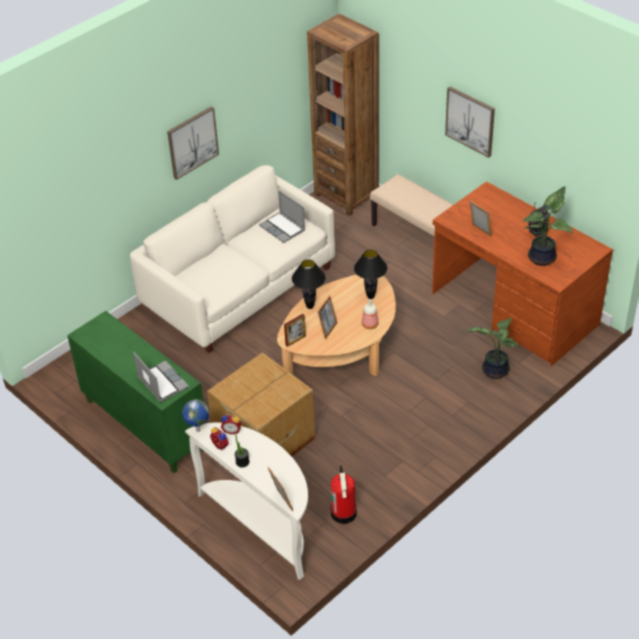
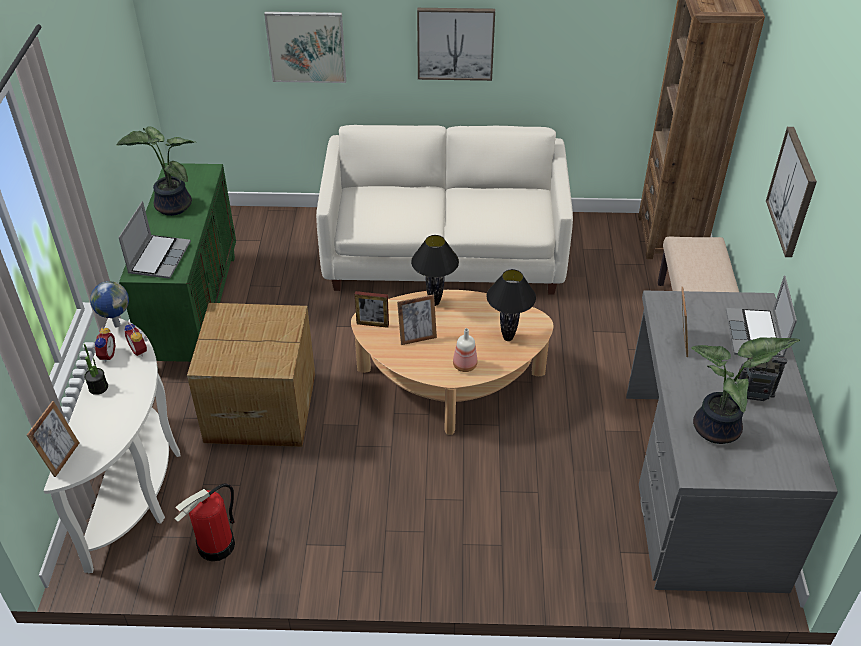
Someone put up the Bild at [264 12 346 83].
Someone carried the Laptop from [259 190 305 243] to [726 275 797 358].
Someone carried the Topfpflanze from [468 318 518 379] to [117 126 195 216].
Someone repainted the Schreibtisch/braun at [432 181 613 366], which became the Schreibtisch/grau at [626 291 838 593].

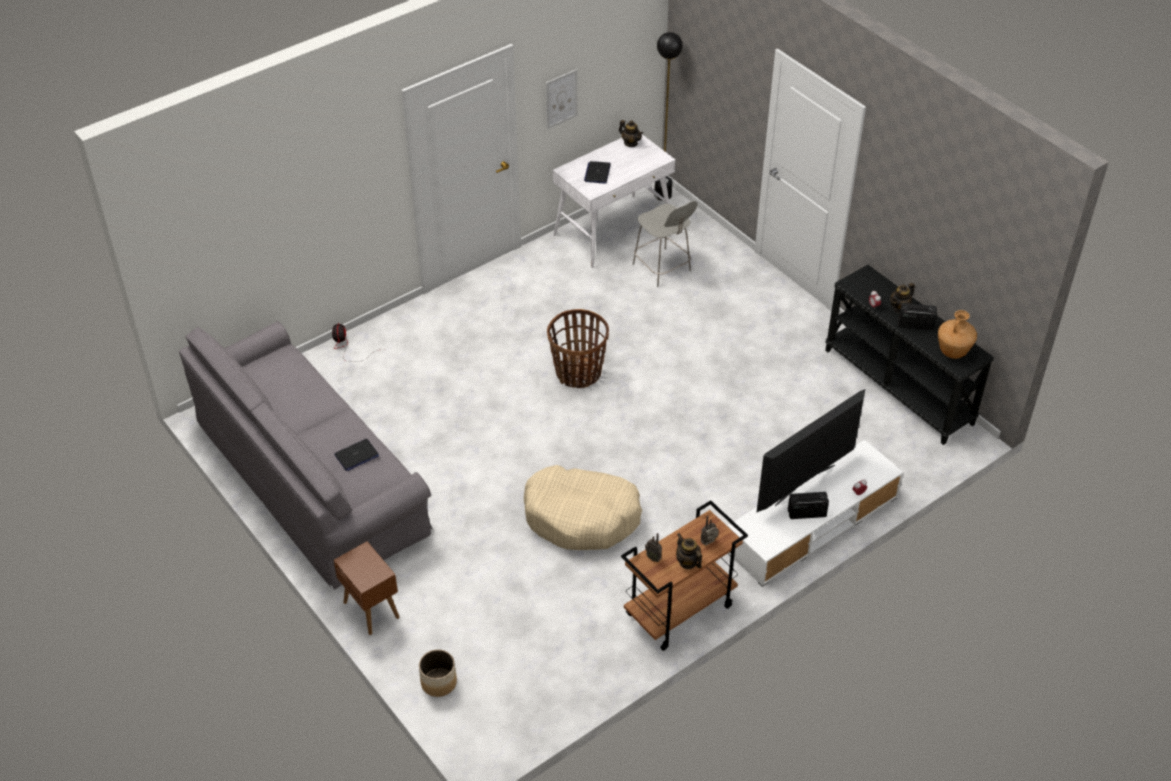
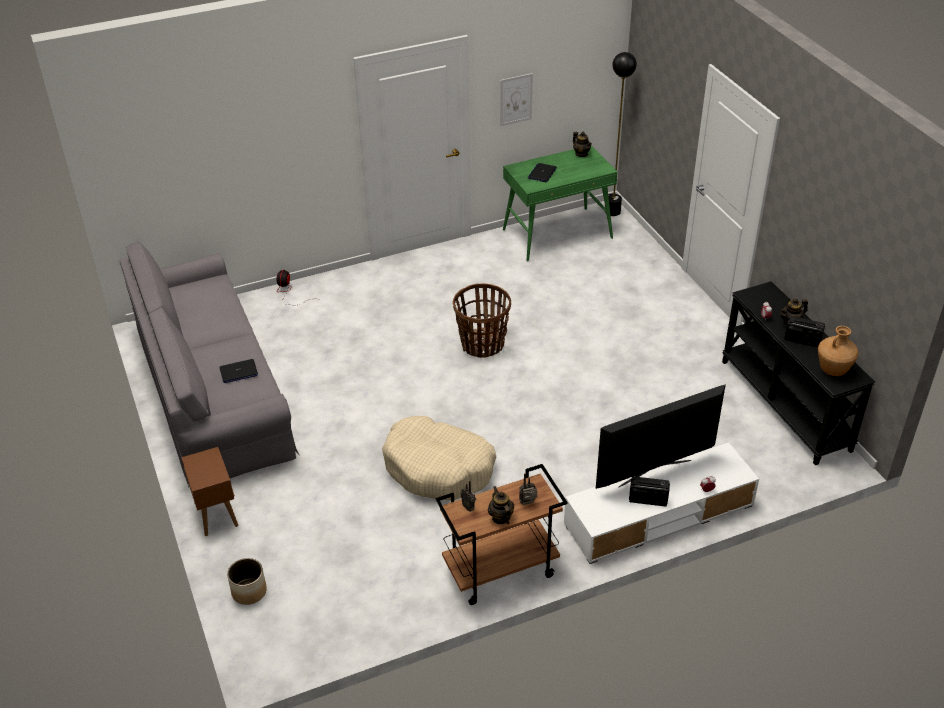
Someone took away the Stuhl/grau at [632 201 698 287].
Someone repainted the Schreibtisch/weiß at [553 135 675 268], which became the Schreibtisch/grün at [503 145 618 261].

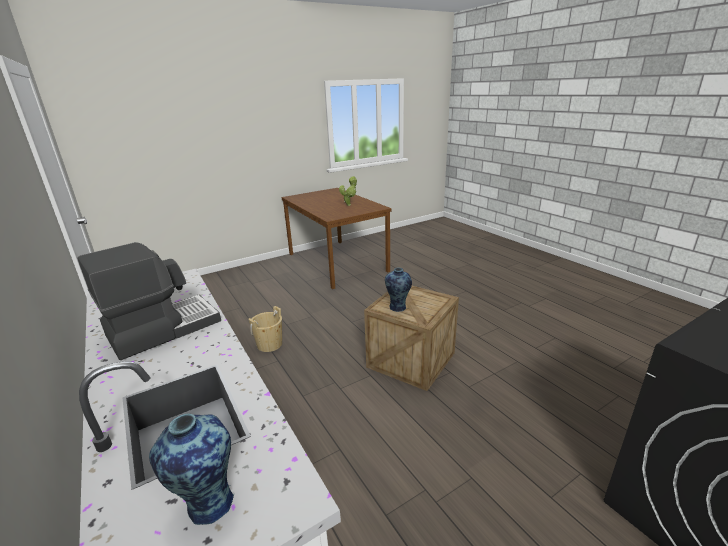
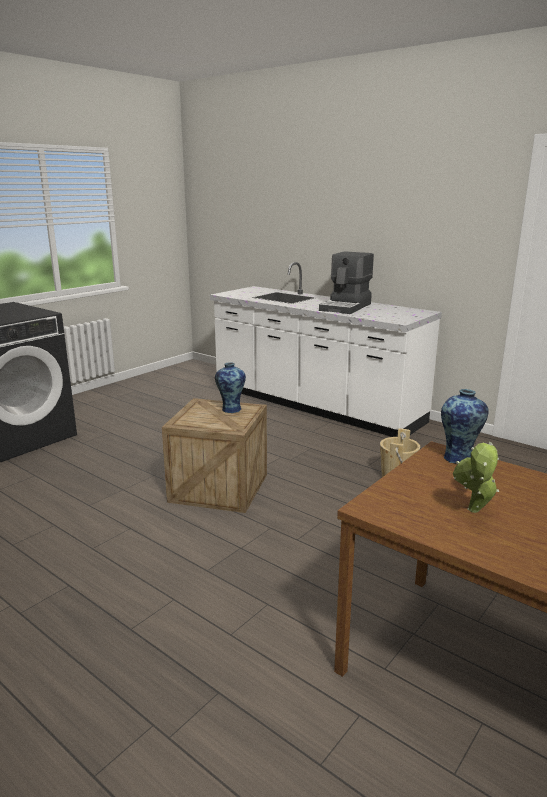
Someone carried the Vase from [149 414 234 525] to [441 389 489 464].

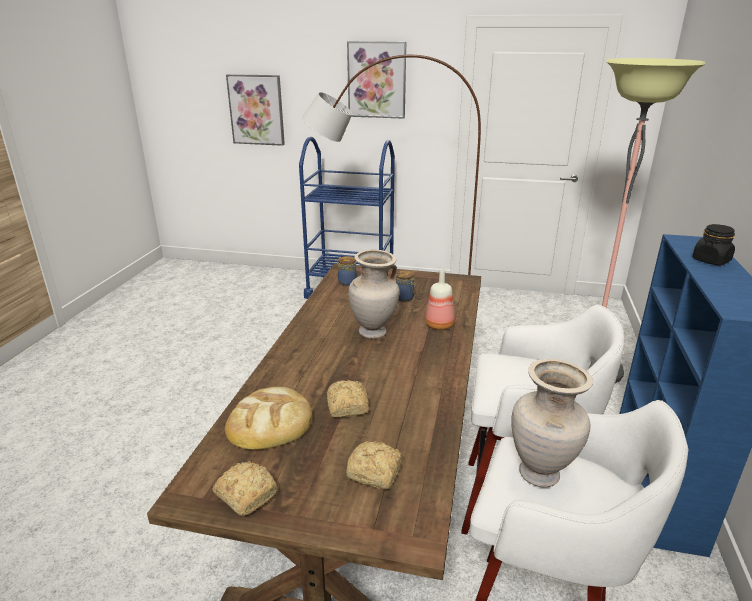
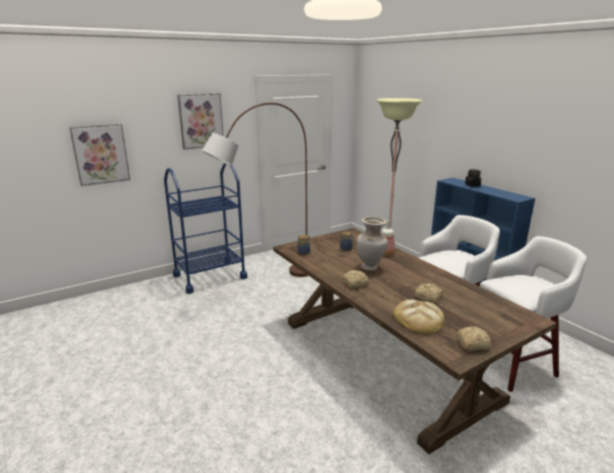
Someone took away the Vase/beige at [511 359 593 488].
Someone carried the Brot from [346 441 402 489] to [342 270 369 288].

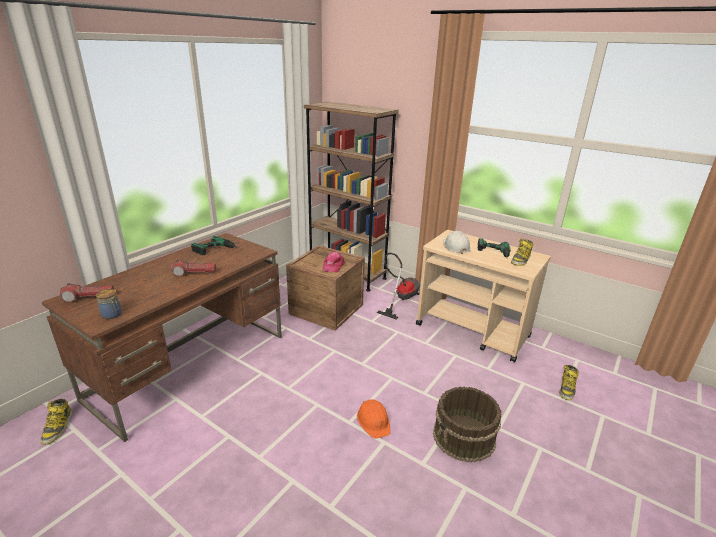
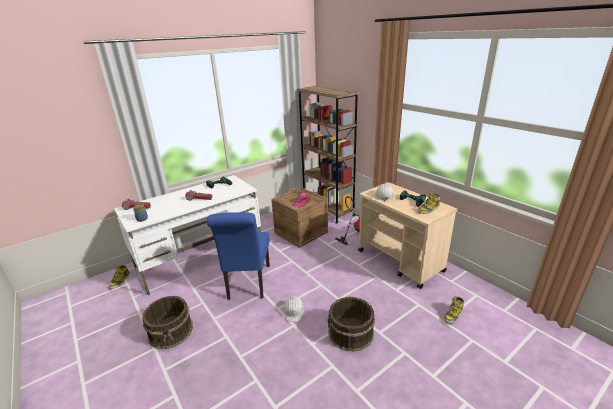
Someone put down the Eimer/braun at [142 296 193 349].
Someone put down the Stuhl/blau at [207 212 270 300].
Someone repainted the Schreibtisch/braun at [42 233 282 442], which became the Schreibtisch/weiß at [114 175 261 295].
Someone repainted the Schutzhelm/orange at [357 399 391 439], which became the Schutzhelm/weiß at [283 296 305 322].

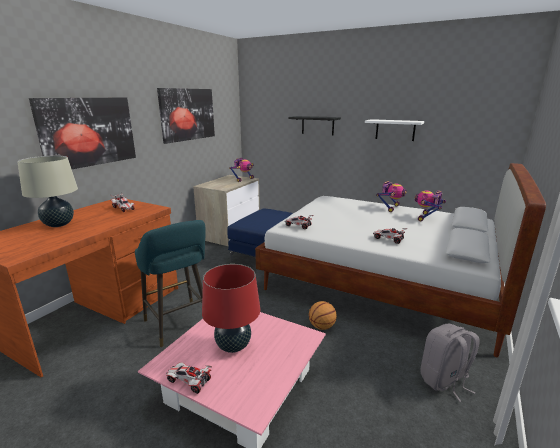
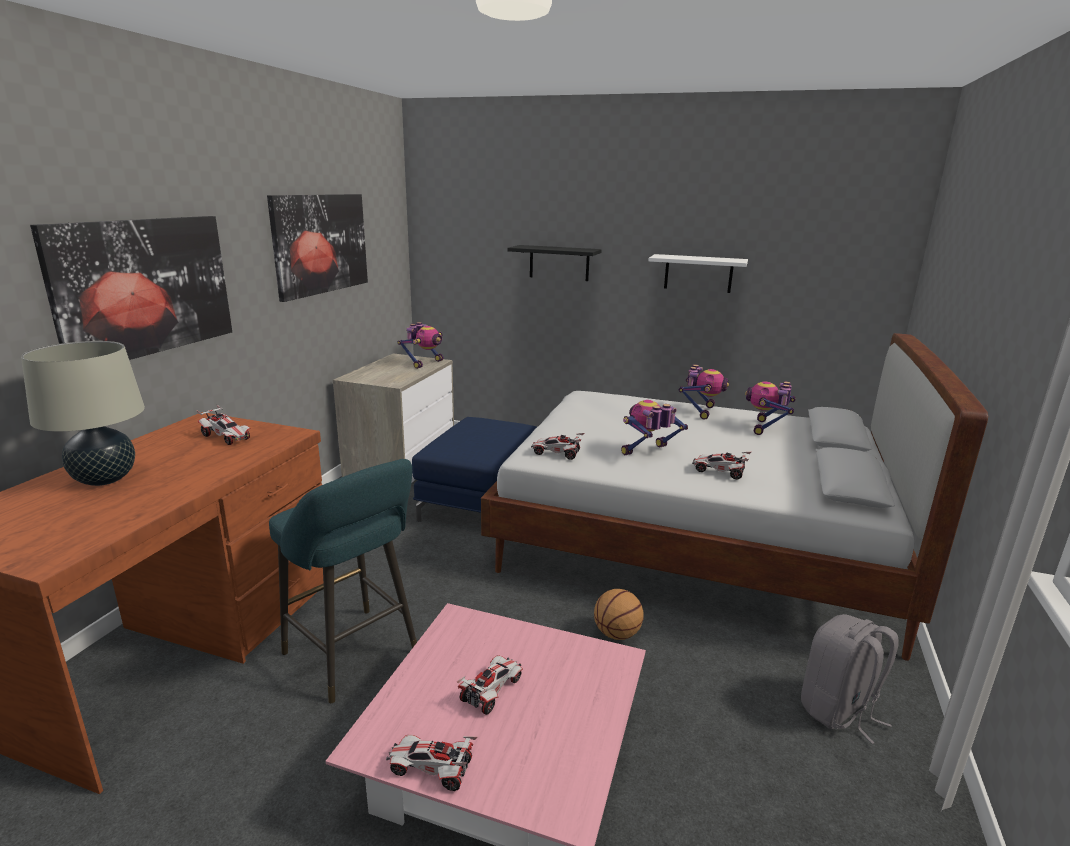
Someone put down the Spielzeugroboter at [621 400 688 455].
Someone swapped the Tischlampe/rot at [202 264 261 353] for the Spielzeugauto at [456 655 523 715].

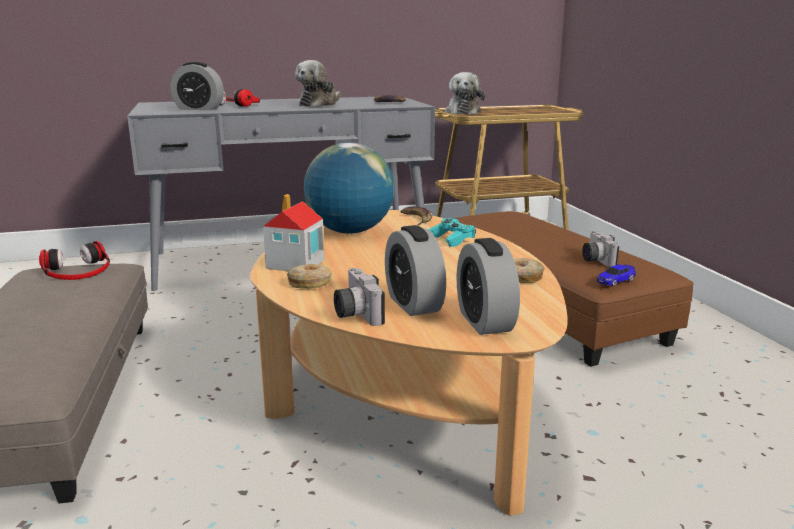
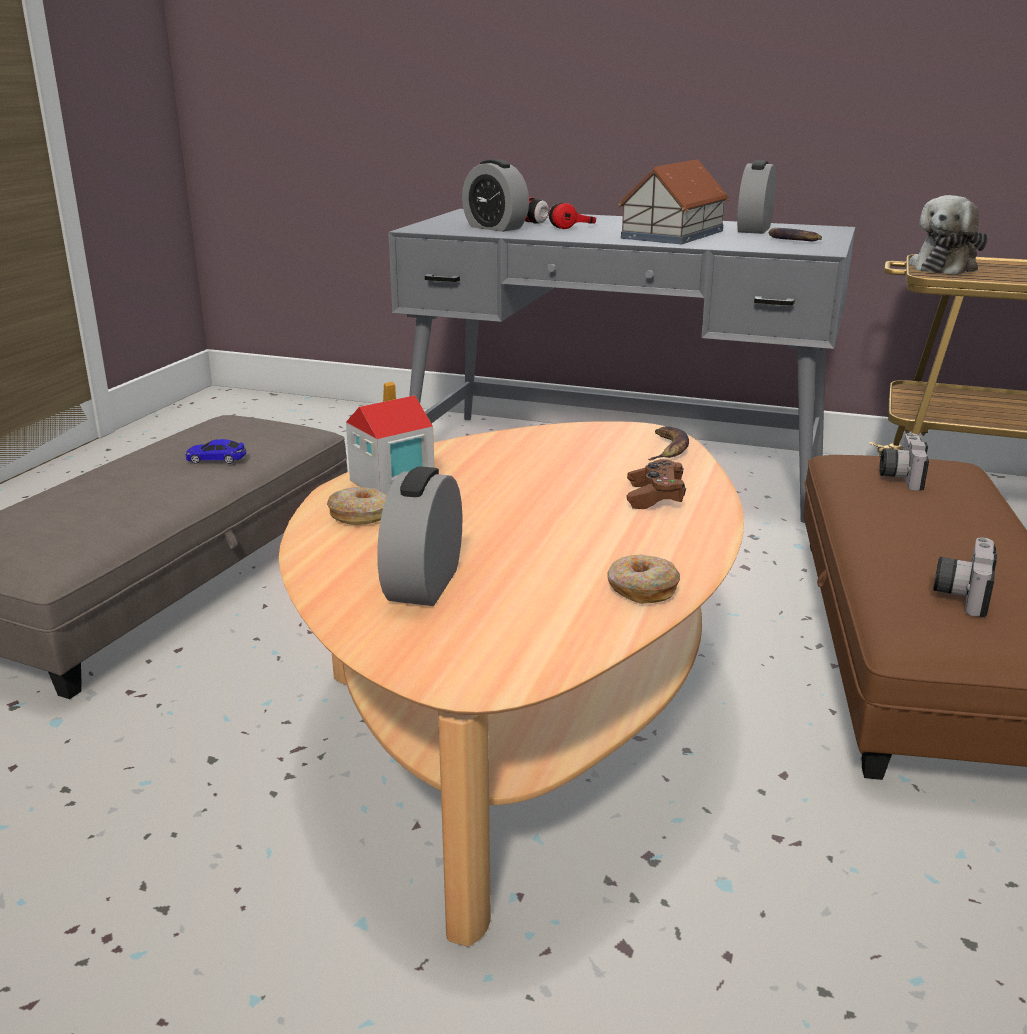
Someone took away the Kopfhörer at [39 241 110 280].
Someone took away the Globus at [304 142 394 234].
Someone carried the Kamera from [334 268 385 326] to [880 433 929 491].
Someone carried the Wecker from [457 238 520 335] to [737 160 776 234].
Someone carried the Spielzeugauto from [597 265 636 286] to [185 439 247 464].
Someone swapped the Plüschtier at [295 60 340 107] for the Spielzeughaus at [618 159 729 244].
Someone repainted the Gamepad/türkis at [429 218 476 247], which became the Gamepad/braun at [627 459 686 509].

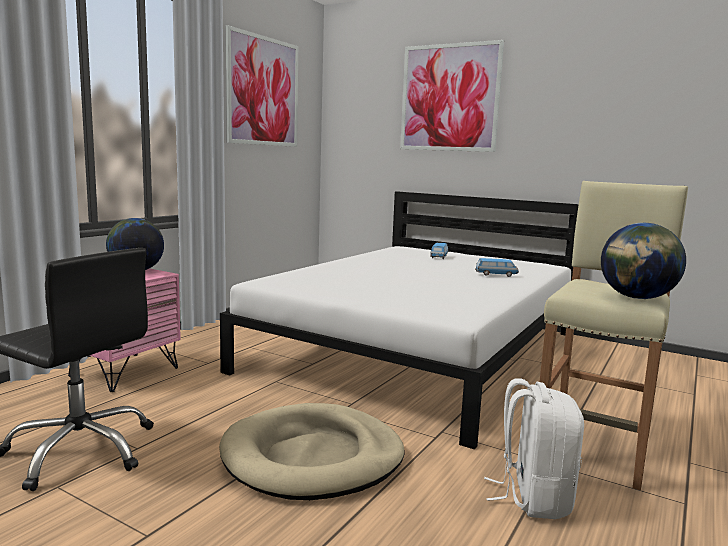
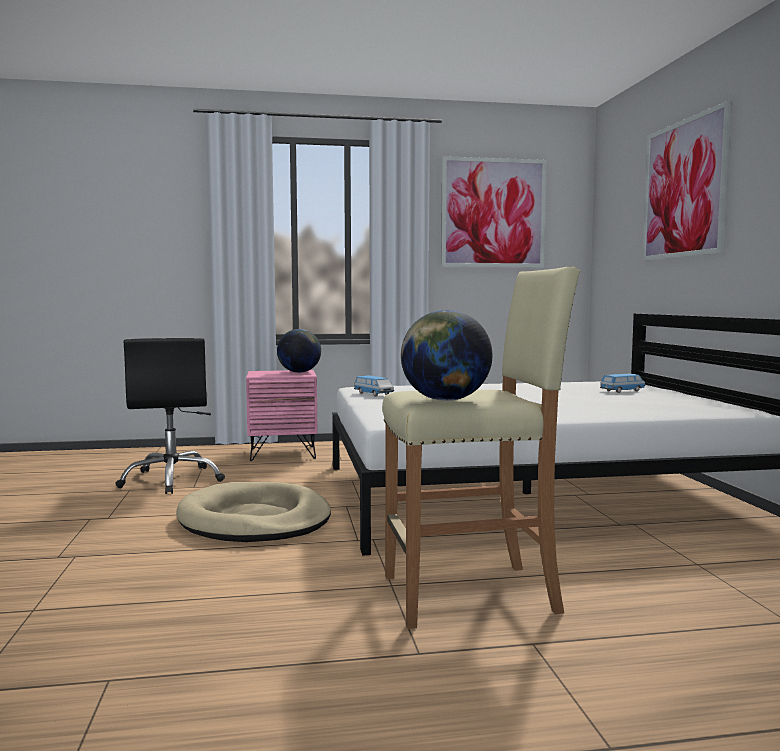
Someone took away the Rucksack/weiß at [484 378 584 519].
Someone carried the Spielzeugauto from [475 258 519 277] to [354 375 394 397].

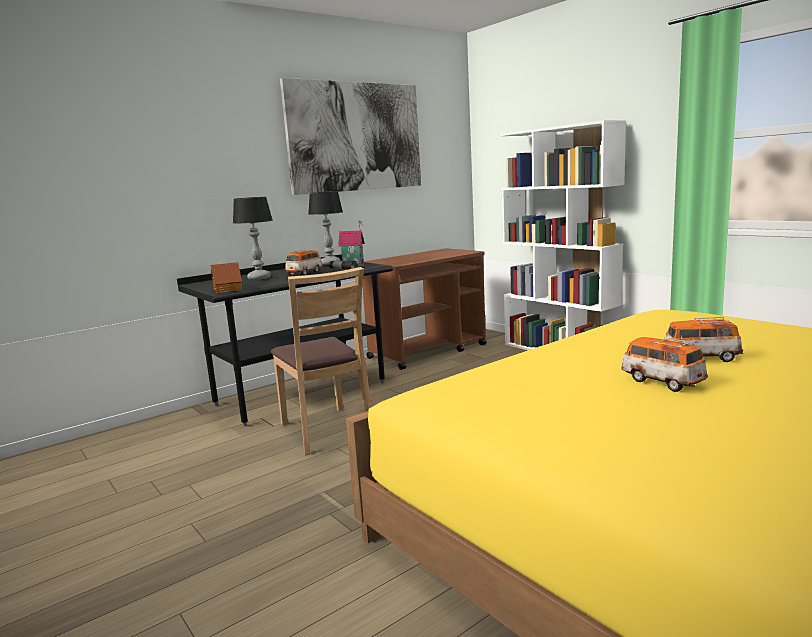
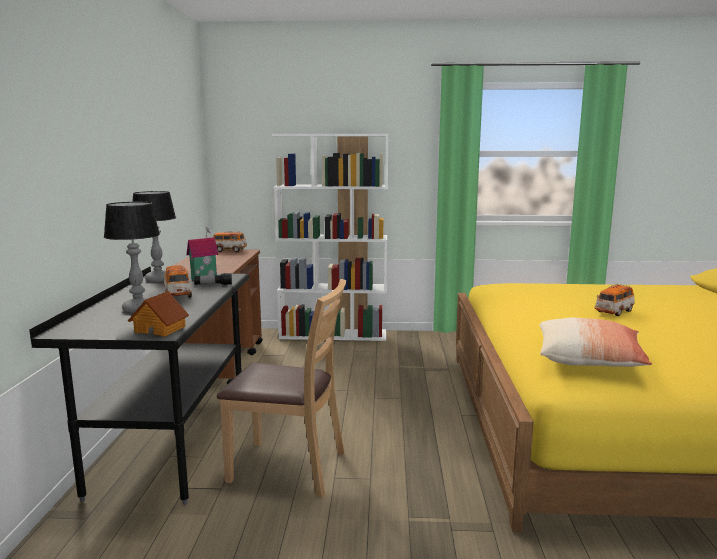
Someone took away the Bild at [280 78 421 195].
Someone put down the Kissen at [540 318 652 367].
Someone carried the Spielzeugauto from [621 337 708 392] to [213 231 247 252].

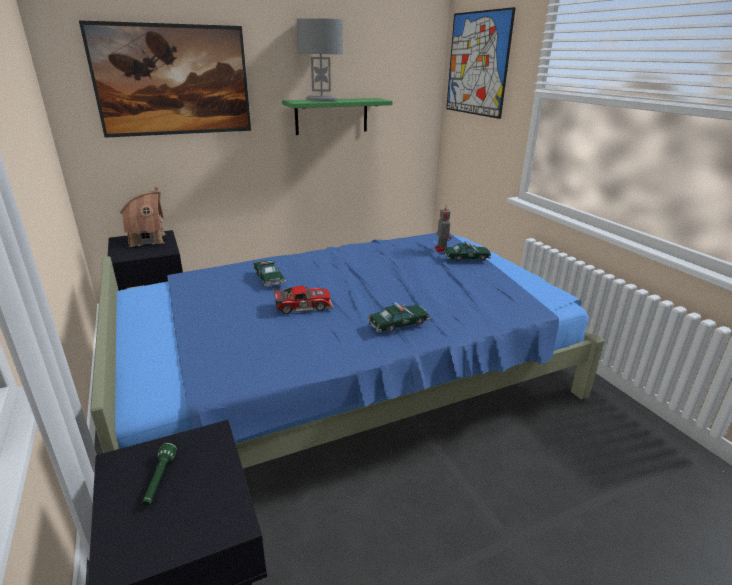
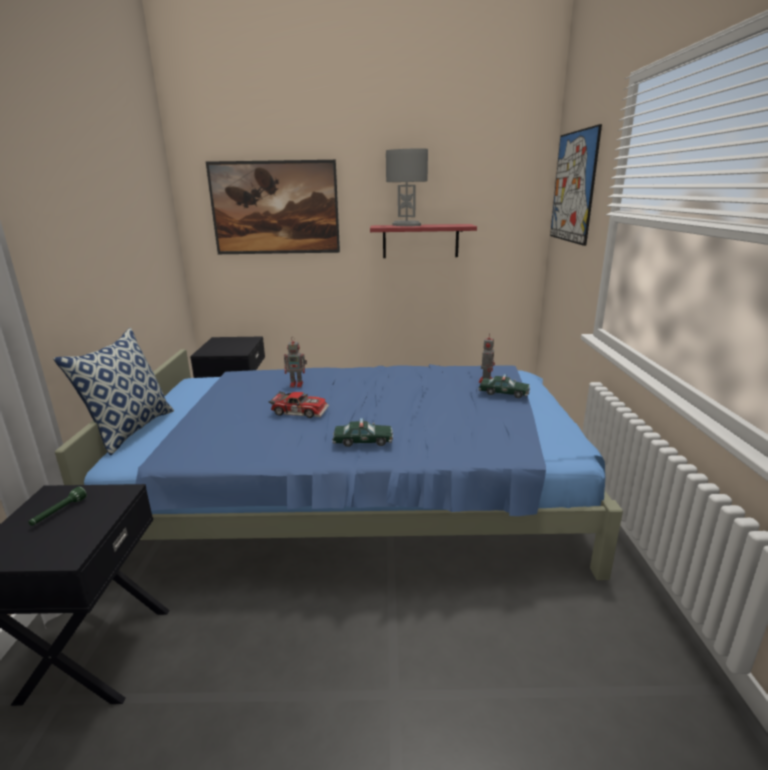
Someone took away the Spielzeughaus at [120 186 166 247].
Someone put down the Kissen at [53 328 174 456].
Someone swapped the Spielzeugauto at [253 260 286 286] for the Spielzeugroboter at [284 337 307 387].
Someone repainted the Wandregal/grün at [282 98 393 135], which became the Wandregal/rot at [370 224 477 258].

